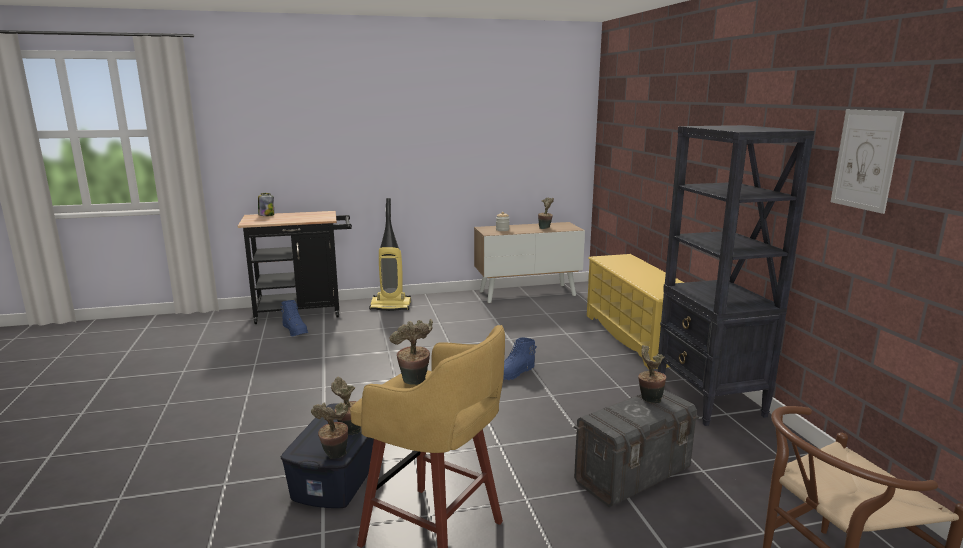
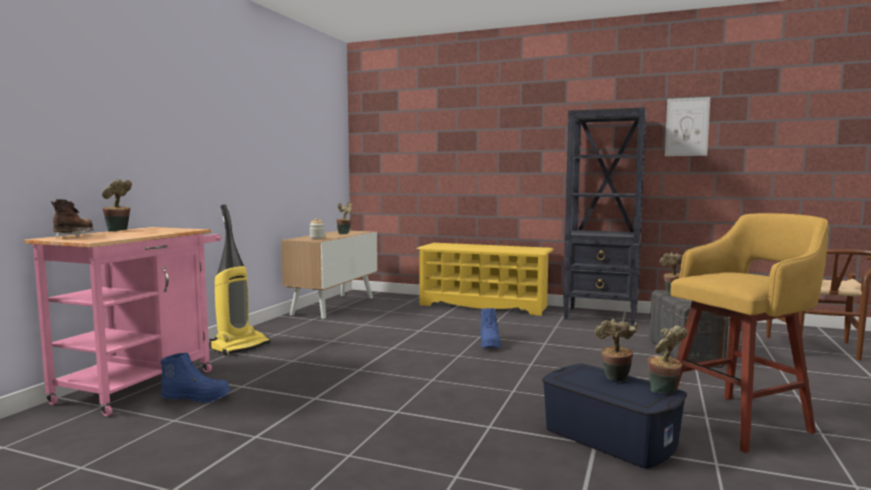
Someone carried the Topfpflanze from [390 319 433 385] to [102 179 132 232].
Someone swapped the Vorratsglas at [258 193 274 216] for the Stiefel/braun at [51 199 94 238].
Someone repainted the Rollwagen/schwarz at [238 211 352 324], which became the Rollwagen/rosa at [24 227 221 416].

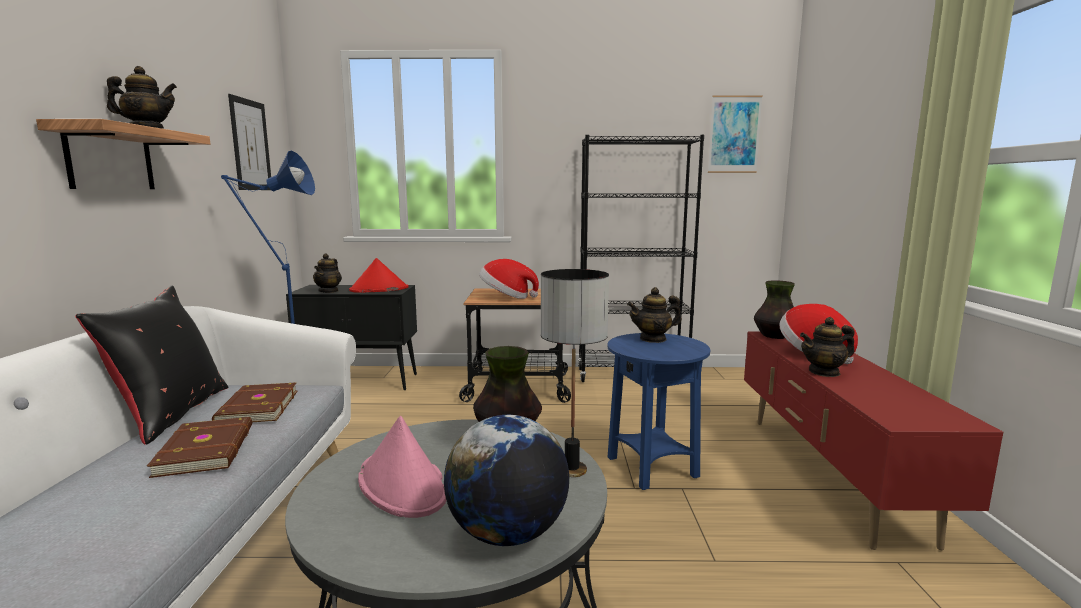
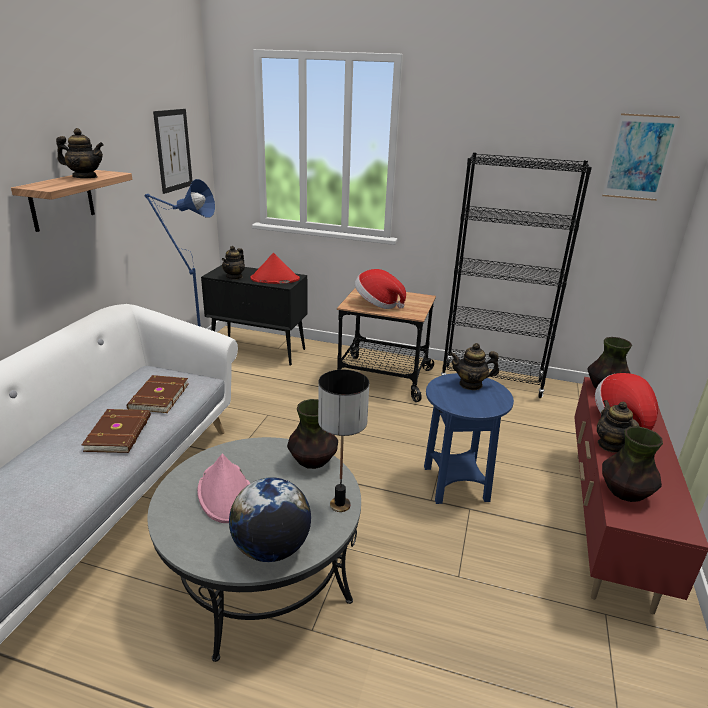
Someone took away the Kissen/schwarz at [75 285 228 445].
Someone put down the Vase at [602 426 663 502].
Someone rotated the Teekanne at [800 317 855 377] by 75 degrees clockwise.

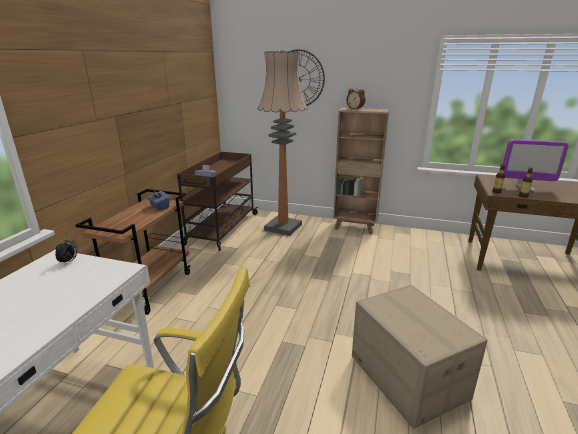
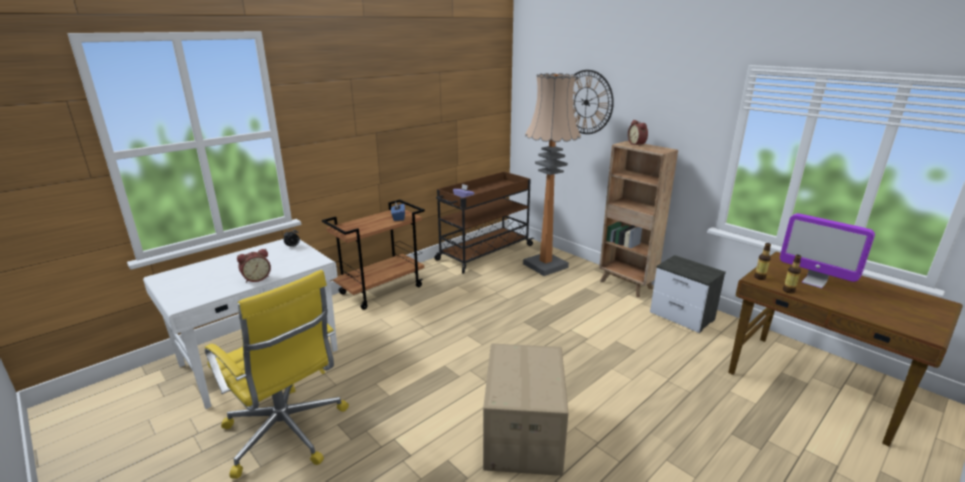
Someone put down the Wecker at [237 249 271 283].
Someone put down the Nachttisch at [650 255 726 333].

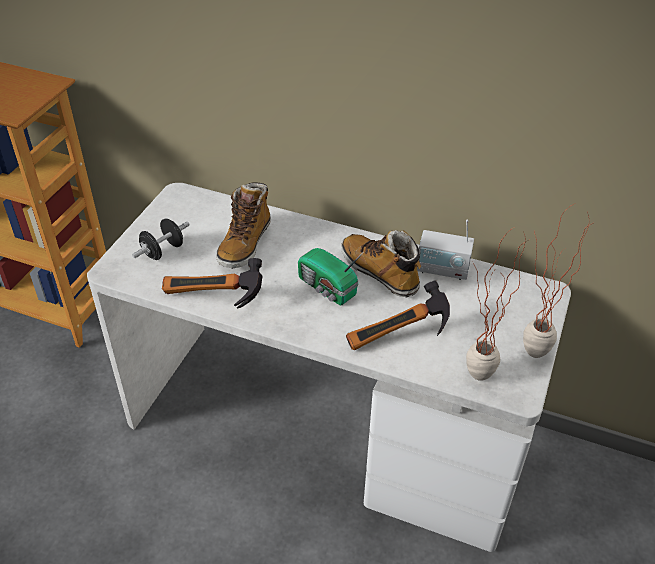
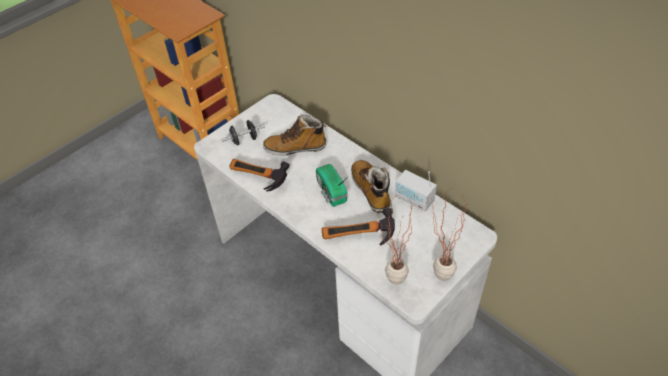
Someone rotated the Stiefel at [216 183 271 269] by 45 degrees clockwise.

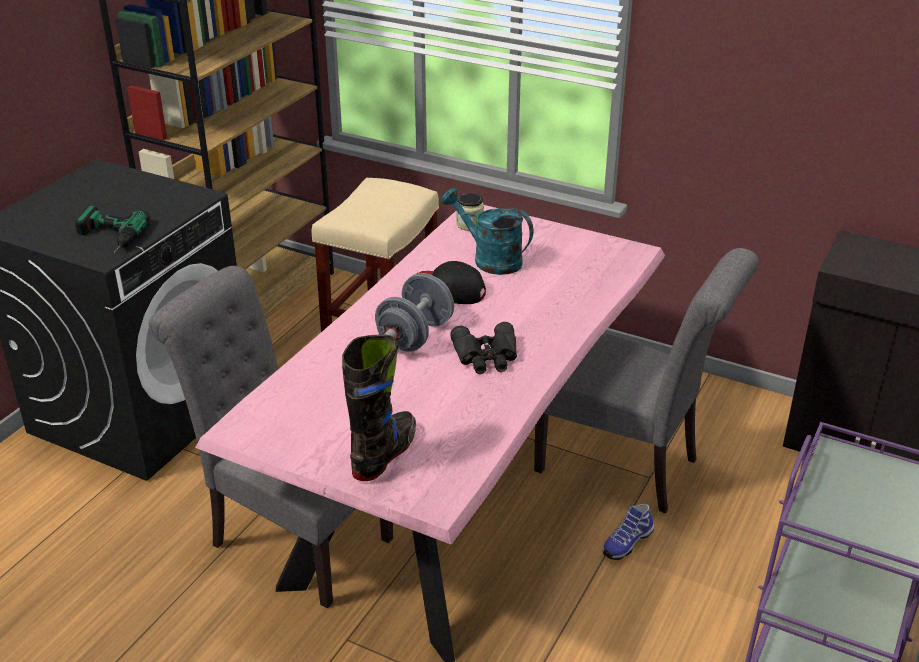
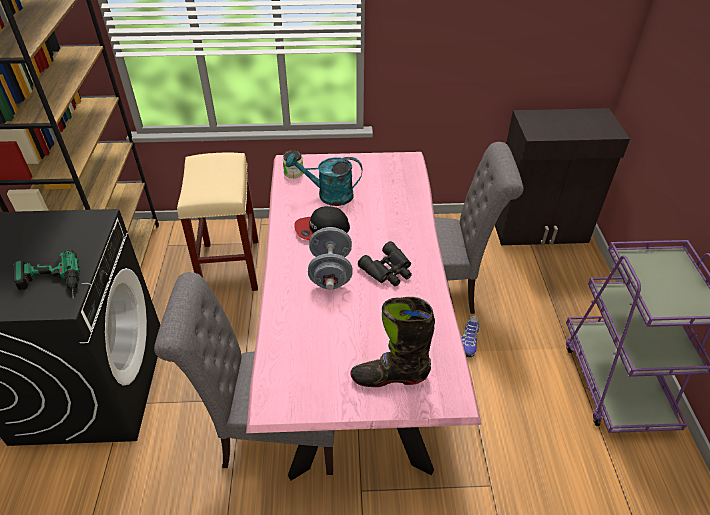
Someone rotated the Stiefel/schwarz at [342 335 416 481] by 90 degrees counterclockwise.

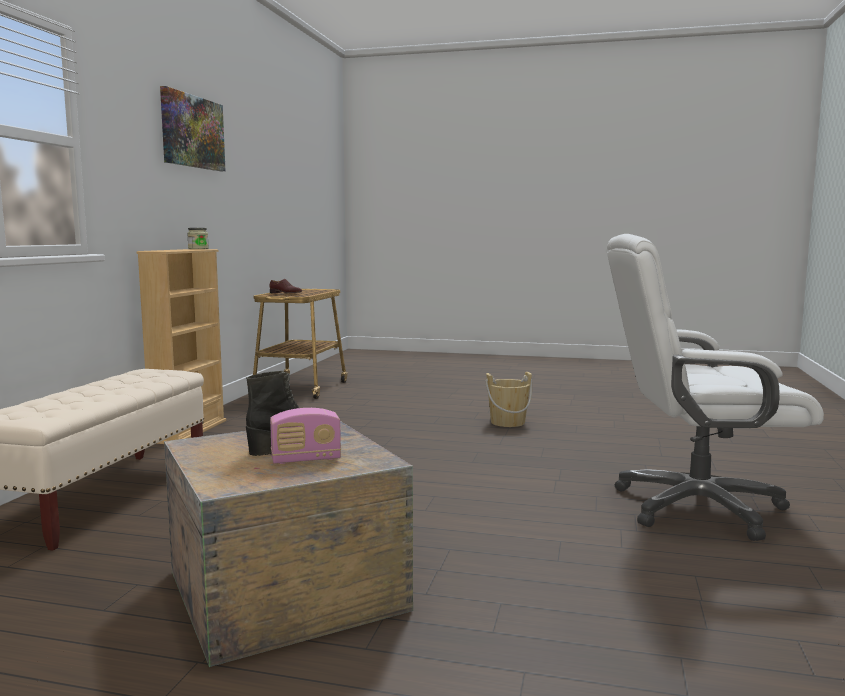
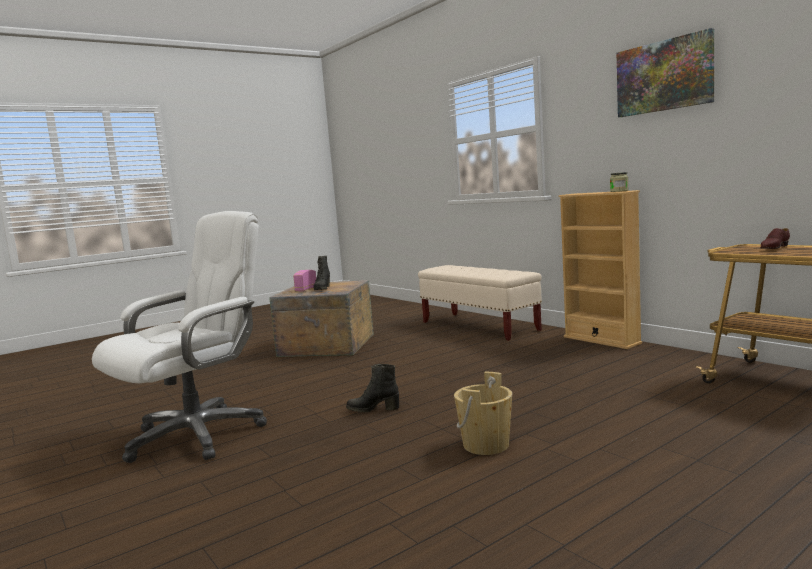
Someone put down the Stiefel/schwarz at [346 364 399 413].

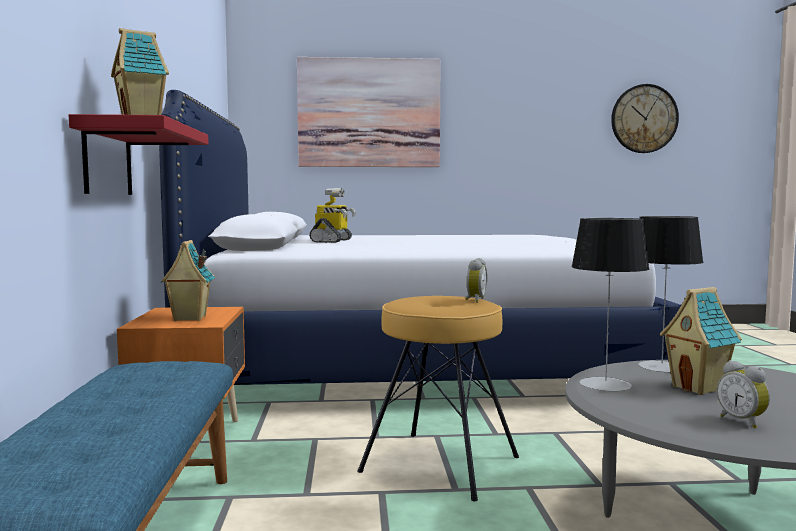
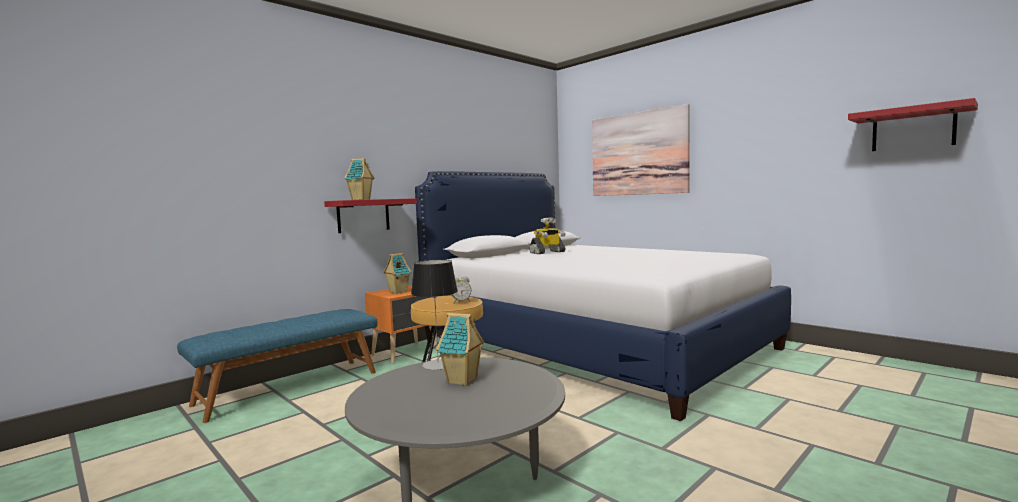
Someone took away the Tischlampe at [638 216 704 372].
Someone took away the Wecker at [717 360 770 429].
Someone swapped the Wanduhr at [611 84 679 153] for the Wandregal/rot at [848 98 978 151].

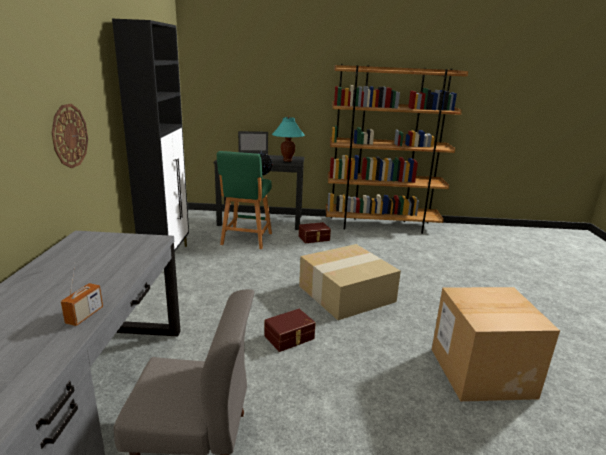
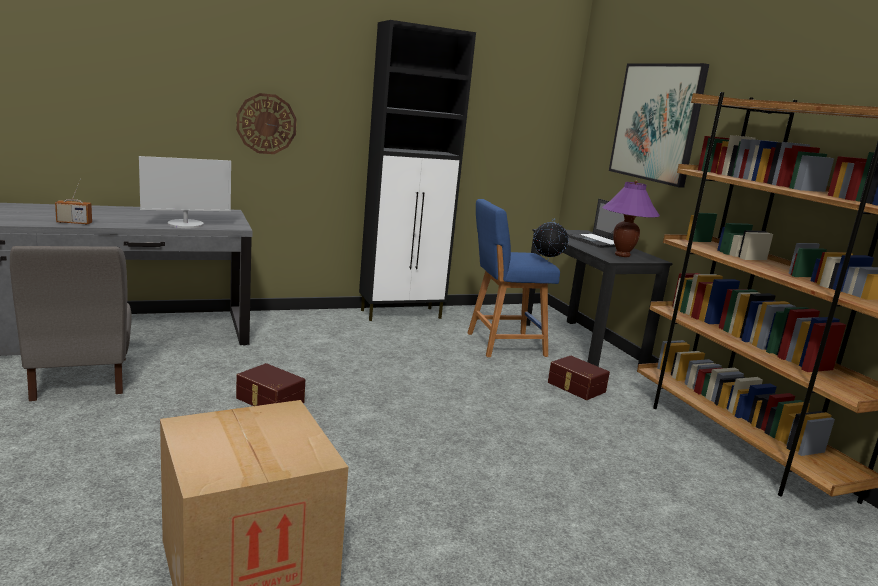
Someone took away the Karton at [299 244 401 320].
Someone put down the Monitor at [139 156 231 228].
Someone put up the Bild at [609 63 709 188].
Someone repainted the Hocker/grün at [217 151 272 249], which became the Hocker/blau at [468 199 560 357].
Someone repainted the Tischlampe/türkis at [272 116 305 162], which became the Tischlampe/lila at [602 181 660 257].

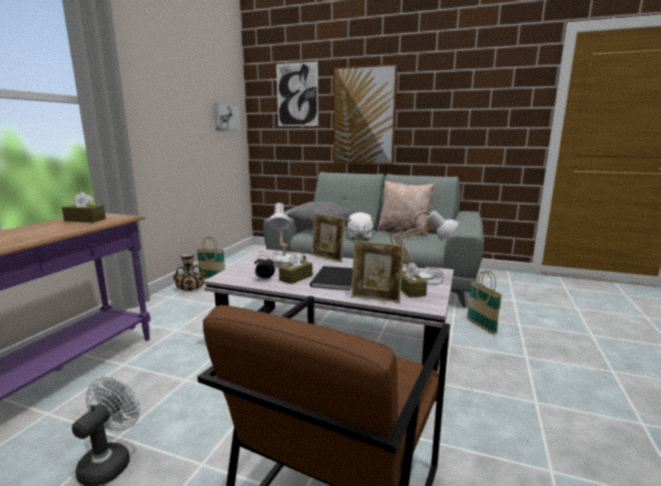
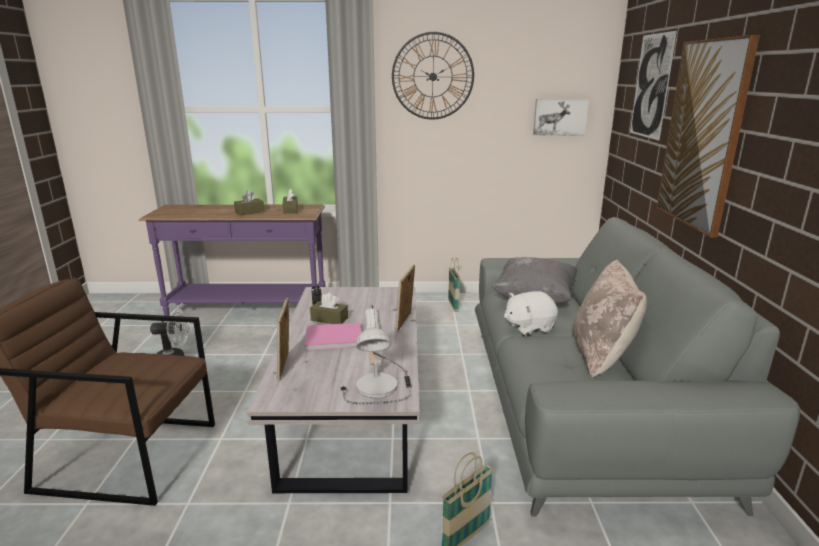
Someone took away the Vase at [173 253 205 291].
Someone took away the Tischlampe at [261 203 306 267].
Someone put up the Wanduhr at [392 32 474 120].
Someone carried the Taschentuchbox/braun from [401 263 427 298] to [234 191 265 215].
Someone repainted the Buch/schwarz at [310 266 353 291], which became the Buch/rosa at [304 323 361 351].

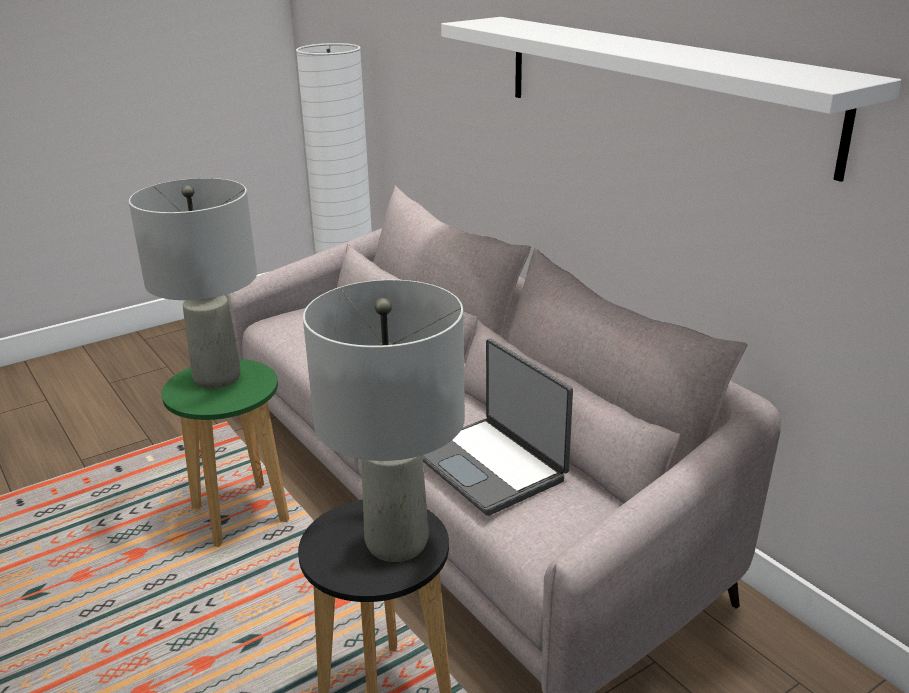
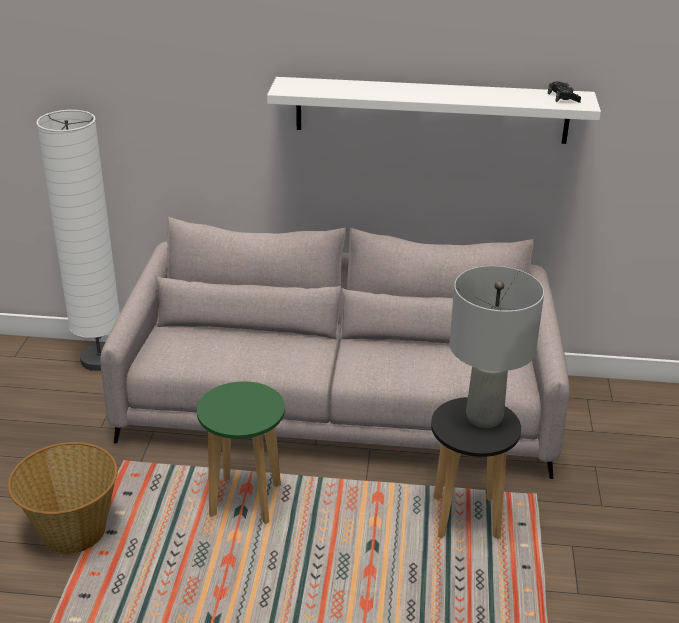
Someone took away the Tischlampe/grau at [129 178 257 389].
Someone took away the Laptop at [422 339 573 516].
Someone put down the Korb at [8 442 118 555].
Someone put down the Gamepad/schwarz at [548 82 581 103].

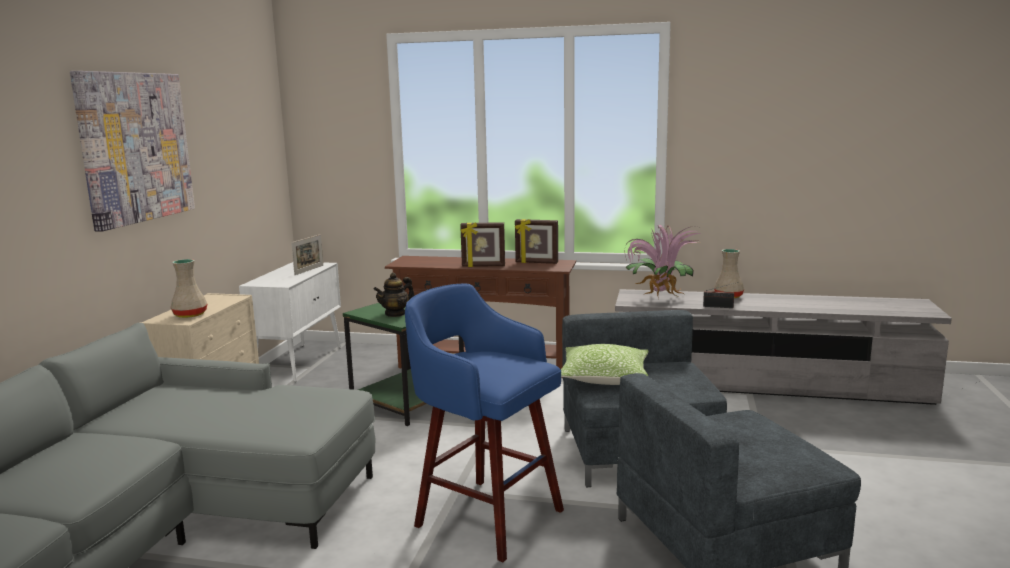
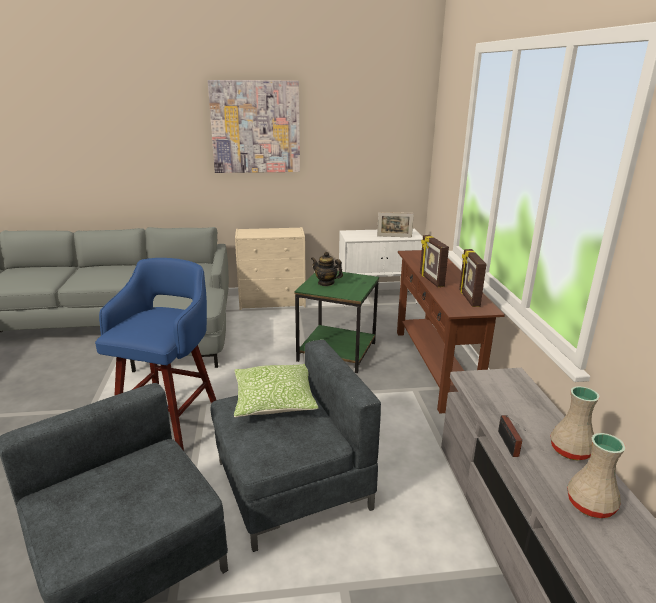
Someone took away the Topfpflanze at [624 225 700 300].
Someone carried the Vase/beige from [170 259 207 318] to [567 433 626 518].

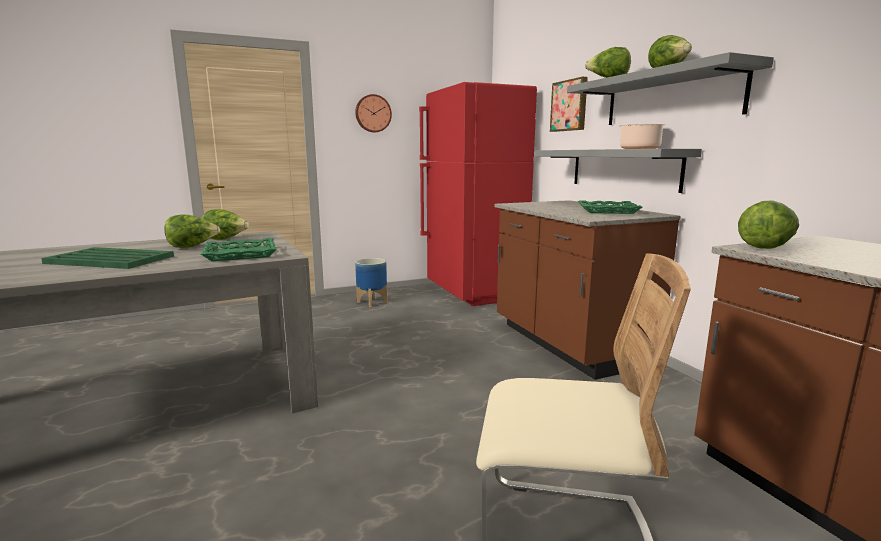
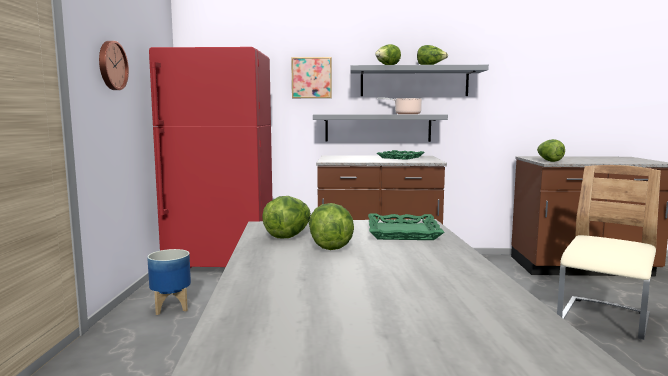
Someone took away the Tablett/grün at [41 247 174 269].

